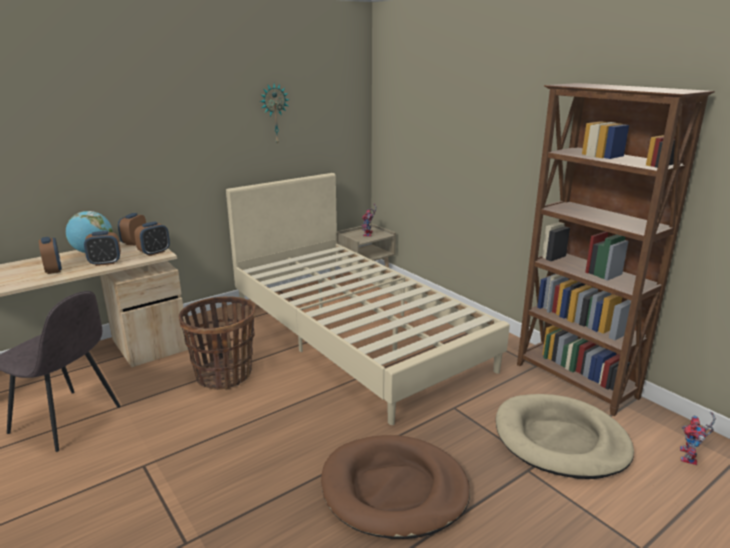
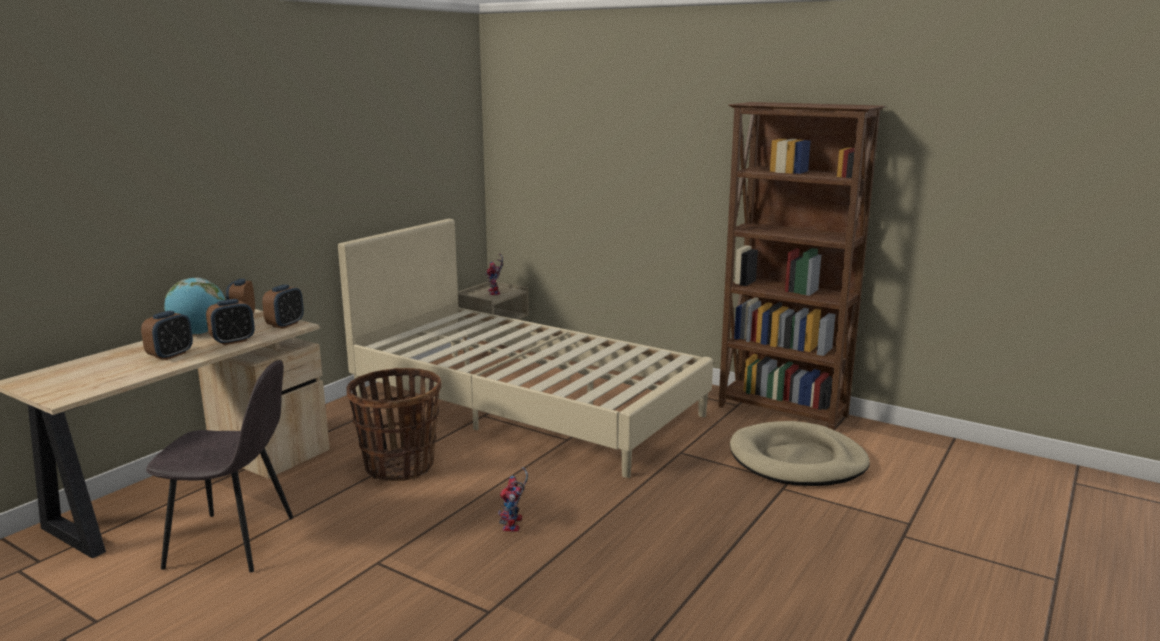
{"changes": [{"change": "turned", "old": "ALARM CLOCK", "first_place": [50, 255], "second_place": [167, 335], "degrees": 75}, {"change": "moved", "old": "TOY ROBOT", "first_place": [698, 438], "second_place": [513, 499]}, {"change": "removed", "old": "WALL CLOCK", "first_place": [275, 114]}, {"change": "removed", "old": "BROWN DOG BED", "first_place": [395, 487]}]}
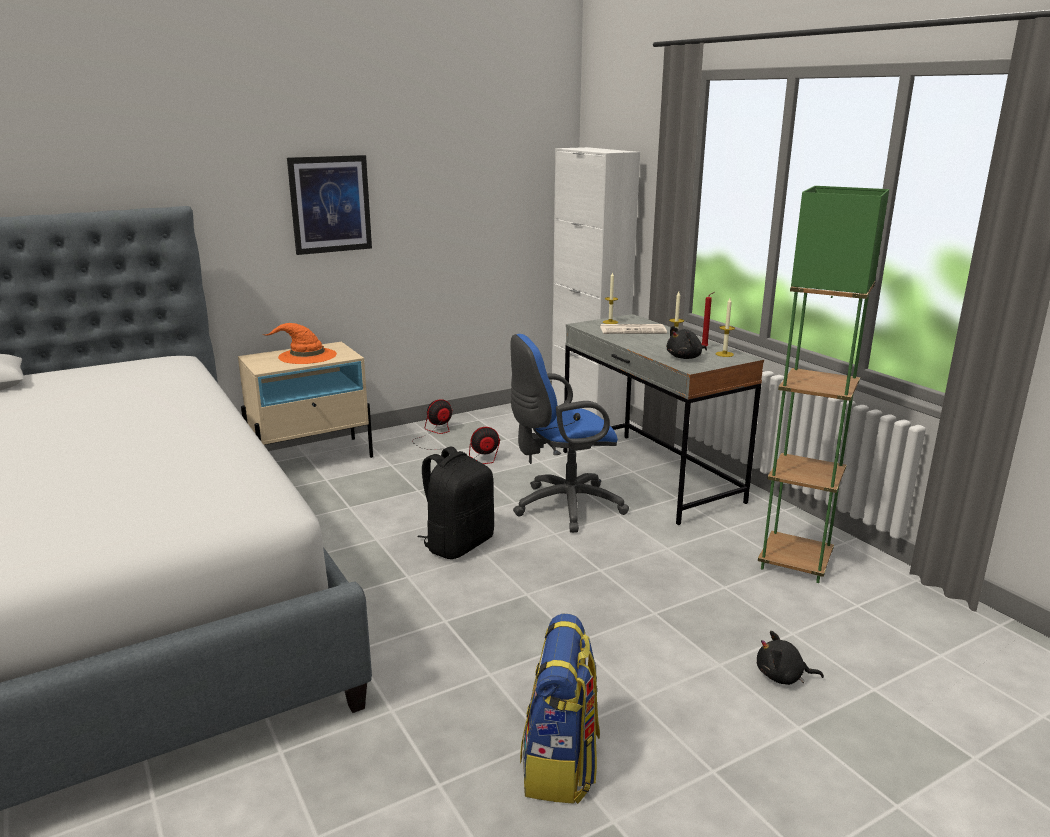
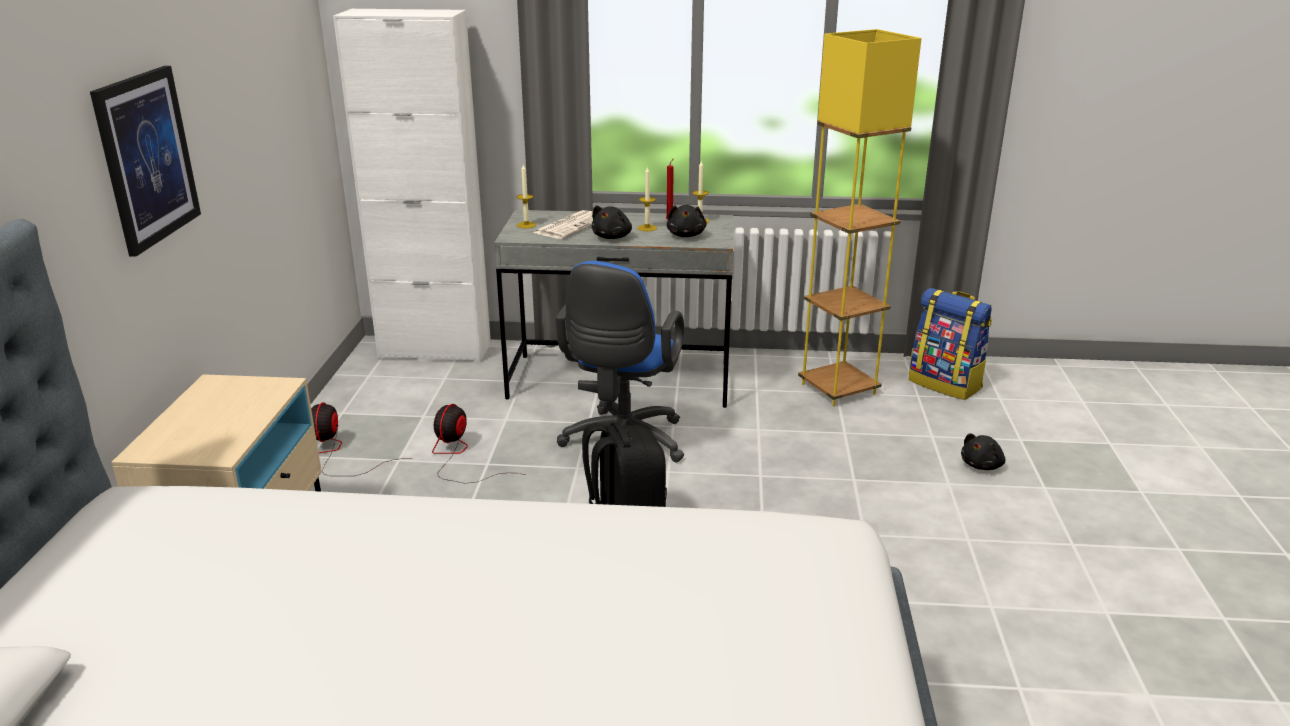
{"changes": [{"change": "added", "new": "BLACK PLUSH TOY", "second_place": [612, 222]}, {"change": "recoloured", "old": "GREEN FLOOR LAMP", "new": "YELLOW FLOOR LAMP", "first_place": [823, 384], "second_place": [860, 217]}, {"change": "moved", "old": "BACKPACK", "first_place": [560, 708], "second_place": [950, 344]}, {"change": "removed", "old": "ORANGE HAT", "first_place": [299, 343]}]}
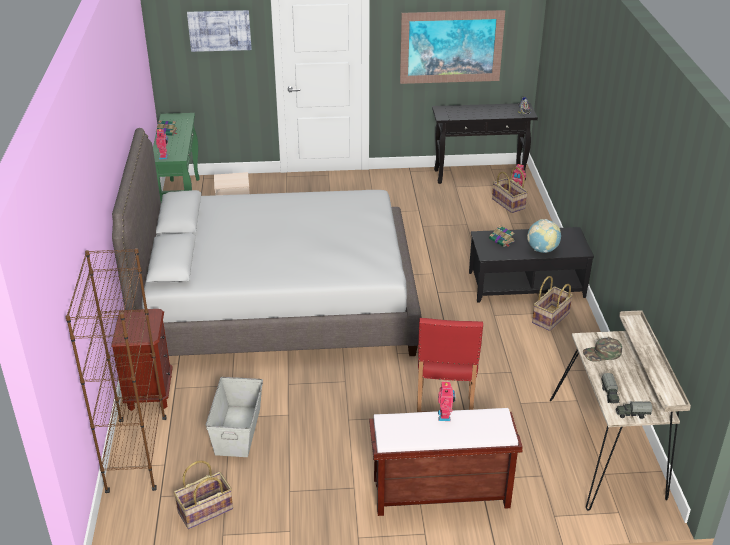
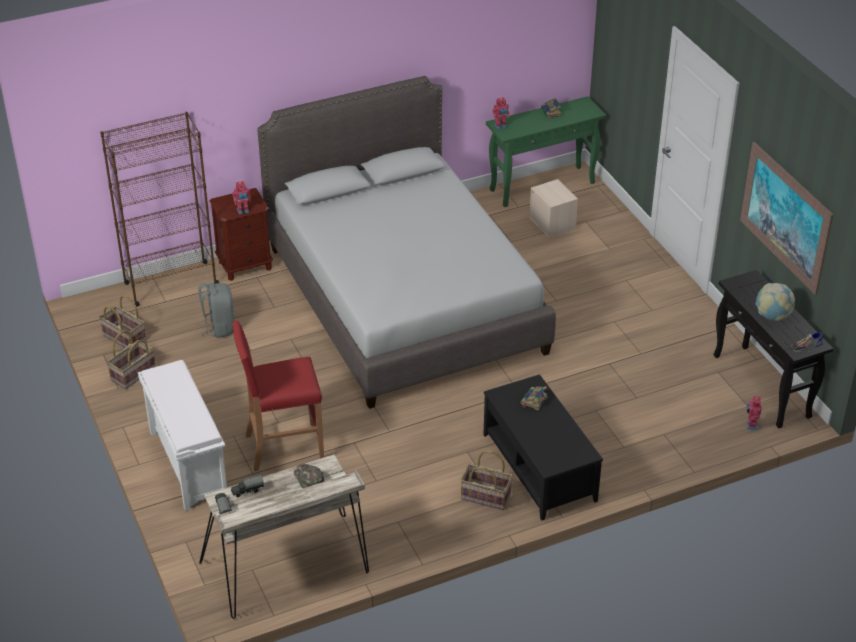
{"changes": [{"change": "moved", "old": "BASKET", "first_place": [510, 190], "second_place": [131, 360]}, {"change": "recoloured", "old": "BROWN BENCH", "new": "WHITE BENCH", "first_place": [446, 462], "second_place": [182, 435]}, {"change": "replaced", "old": "GREY STORAGE BOX", "new": "GREY BACKPACK", "first_place": [234, 417], "second_place": [215, 310]}, {"change": "moved", "old": "TOY ROBOT", "first_place": [447, 401], "second_place": [241, 197]}, {"change": "moved", "old": "GLOBE", "first_place": [544, 236], "second_place": [775, 302]}, {"change": "removed", "old": "PICTURE", "first_place": [219, 31]}]}
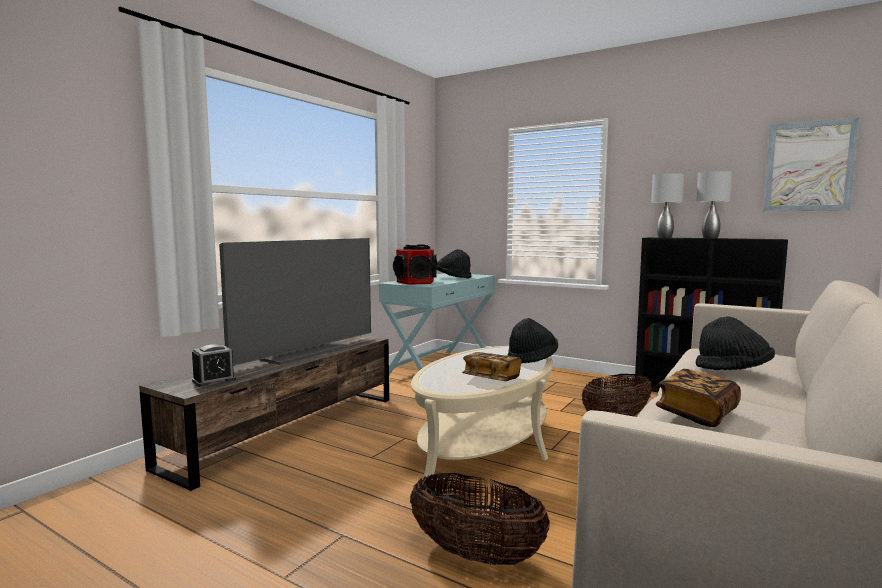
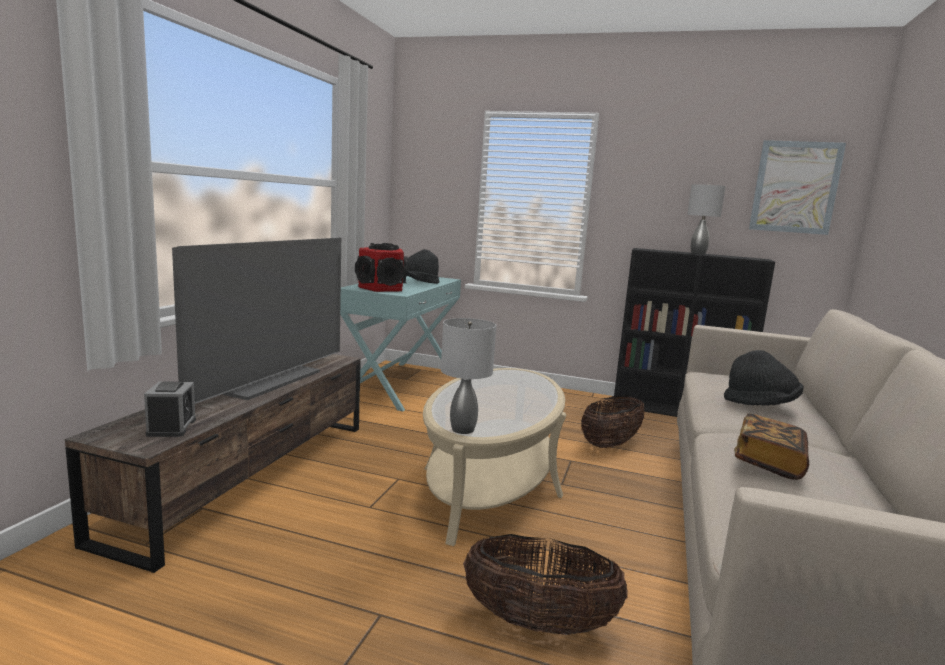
{"changes": [{"change": "turned", "old": "ALARM CLOCK", "first_place": [214, 365], "second_place": [170, 409], "degrees": -45}, {"change": "moved", "old": "GREY TABLE LAMP", "first_place": [667, 205], "second_place": [468, 376]}, {"change": "removed", "old": "BOOK", "first_place": [491, 366]}, {"change": "removed", "old": "BLACK HAT", "first_place": [532, 340]}]}
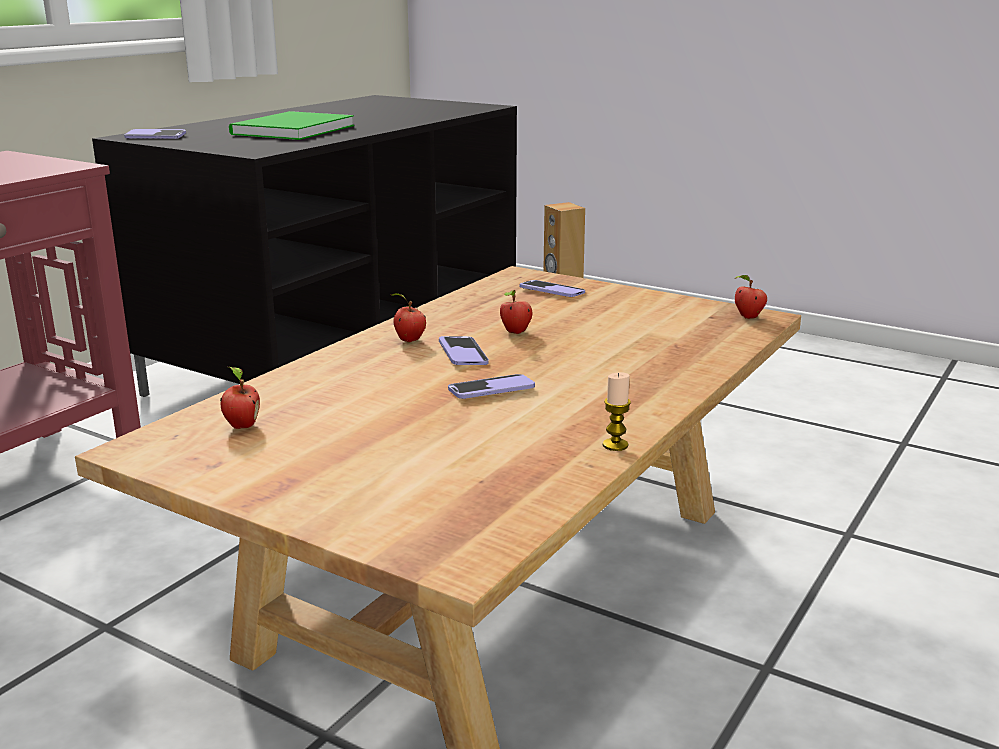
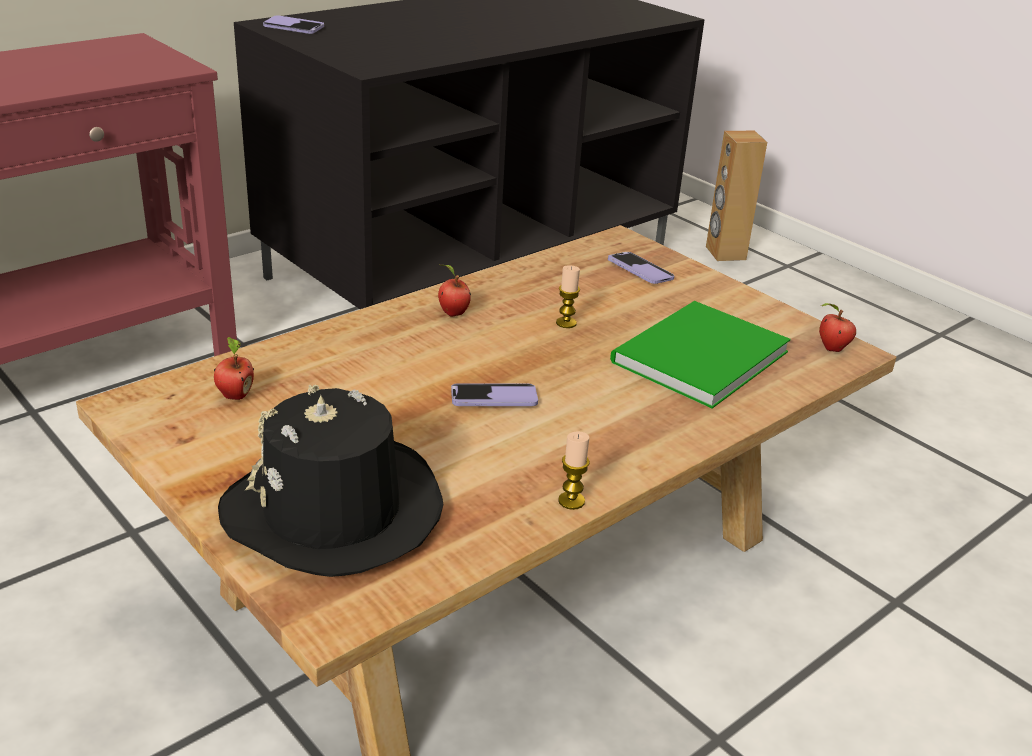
{"changes": [{"change": "added", "new": "BLACK HAT", "second_place": [330, 480]}, {"change": "replaced", "old": "APPLE", "new": "CANDLE", "first_place": [516, 312], "second_place": [568, 296]}, {"change": "moved", "old": "GREEN BOOK", "first_place": [291, 125], "second_place": [700, 354]}, {"change": "removed", "old": "PHONE", "first_place": [464, 350]}]}
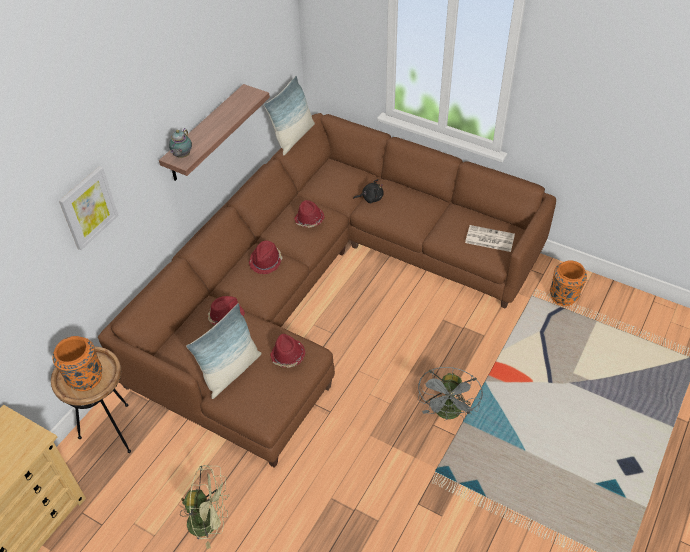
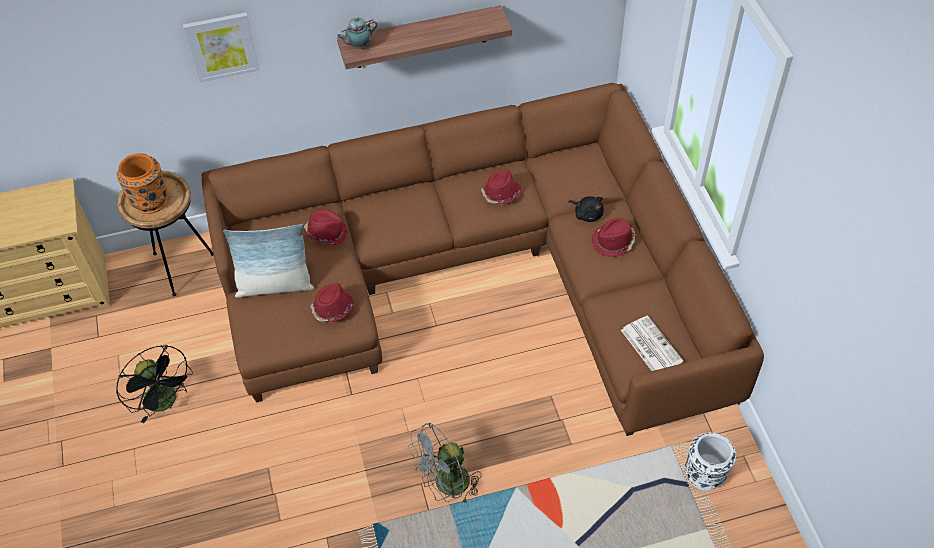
{"changes": [{"change": "recoloured", "old": "GREEN FAN", "new": "BLACK FAN", "first_place": [205, 507], "second_place": [154, 384]}, {"change": "moved", "old": "RED HAT", "first_place": [266, 257], "second_place": [613, 237]}, {"change": "recoloured", "old": "ORANGE VASE", "new": "WHITE VASE", "first_place": [568, 283], "second_place": [710, 462]}, {"change": "removed", "old": "PILLOW", "first_place": [289, 115]}]}
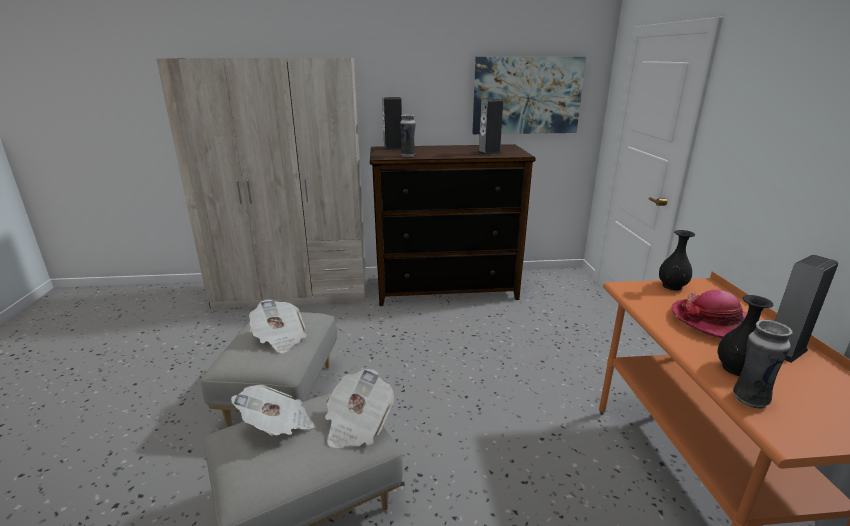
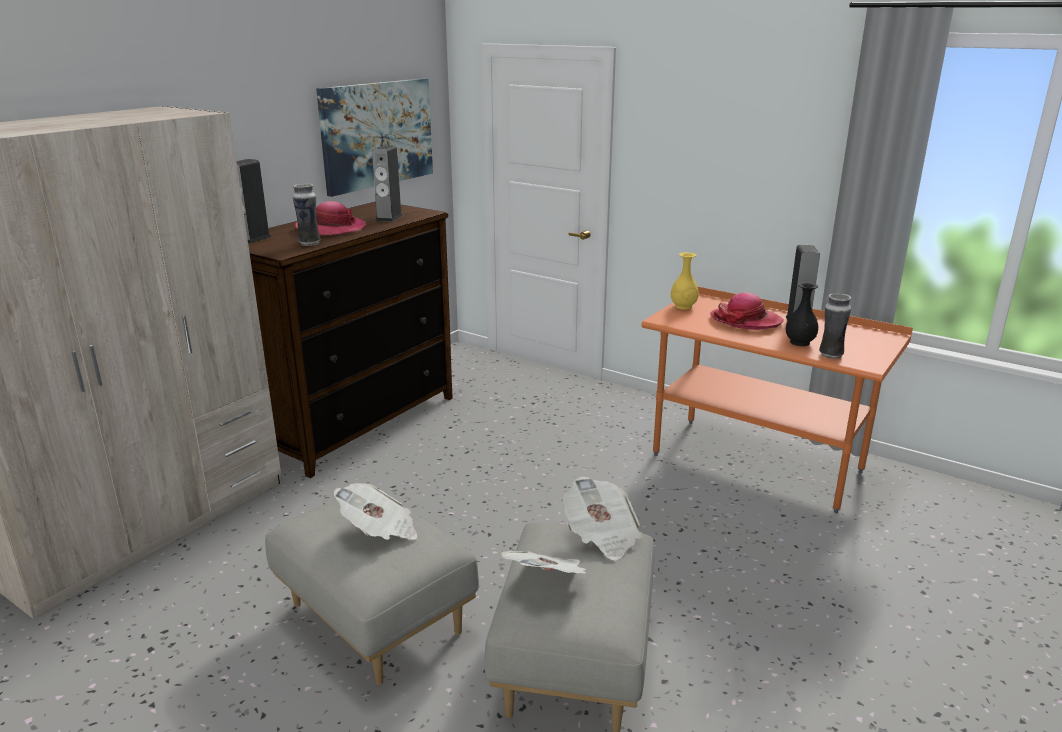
{"changes": [{"change": "added", "new": "HAT", "second_place": [330, 218]}, {"change": "recoloured", "old": "BLACK VASE", "new": "YELLOW VASE", "first_place": [677, 260], "second_place": [685, 281]}]}
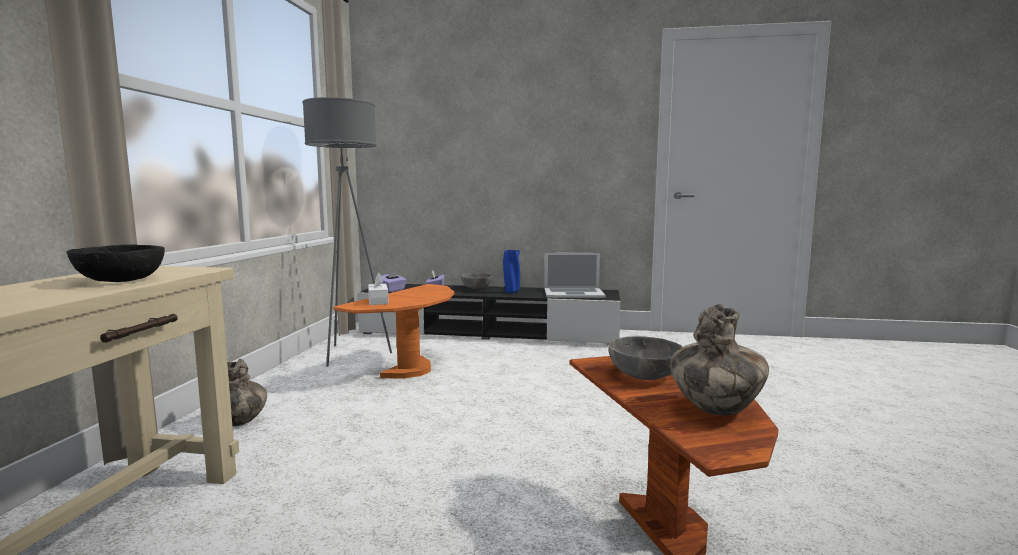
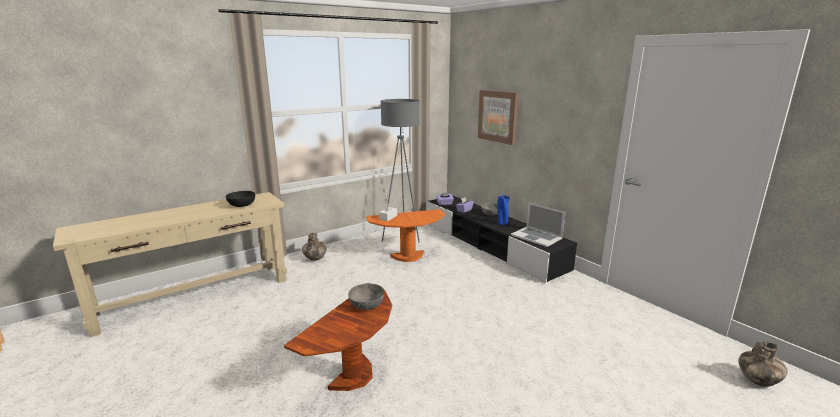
{"changes": [{"change": "added", "new": "PICTURE", "second_place": [498, 117]}, {"change": "moved", "old": "VASE", "first_place": [719, 360], "second_place": [763, 364]}]}
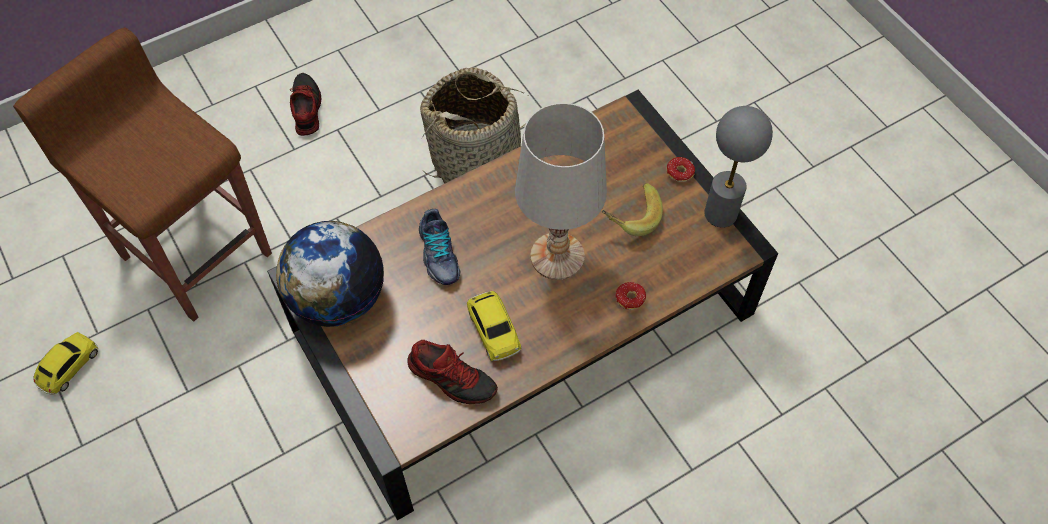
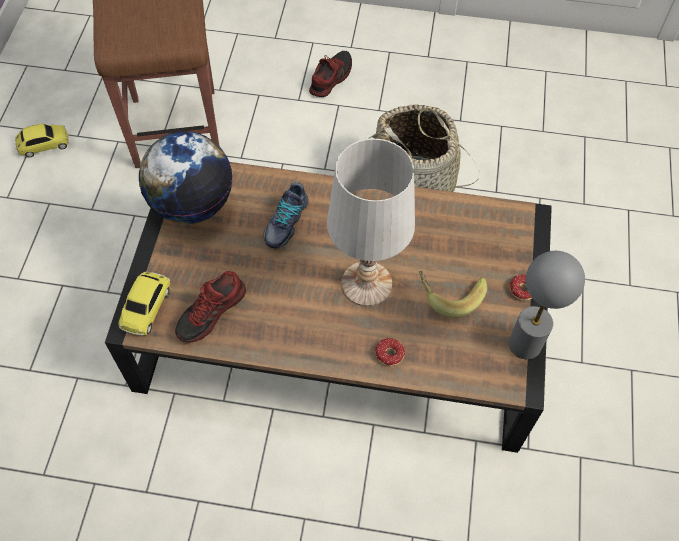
{"changes": [{"change": "moved", "old": "TOY CAR", "first_place": [494, 326], "second_place": [144, 303]}, {"change": "turned", "old": "SHOE", "first_place": [452, 372], "second_place": [210, 307], "degrees": 60}]}
